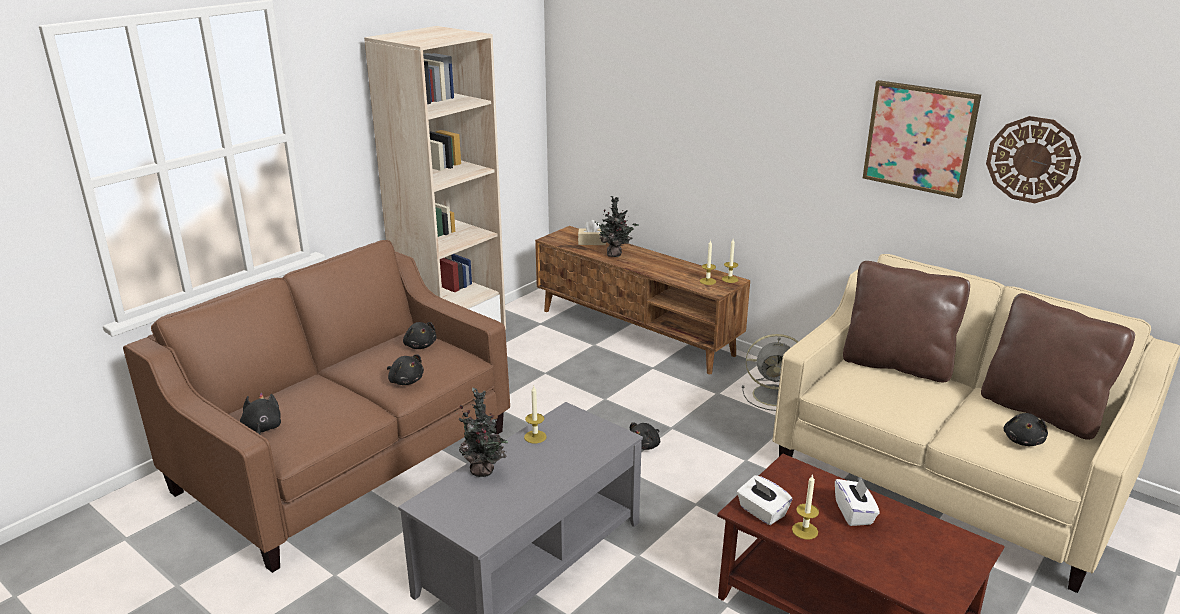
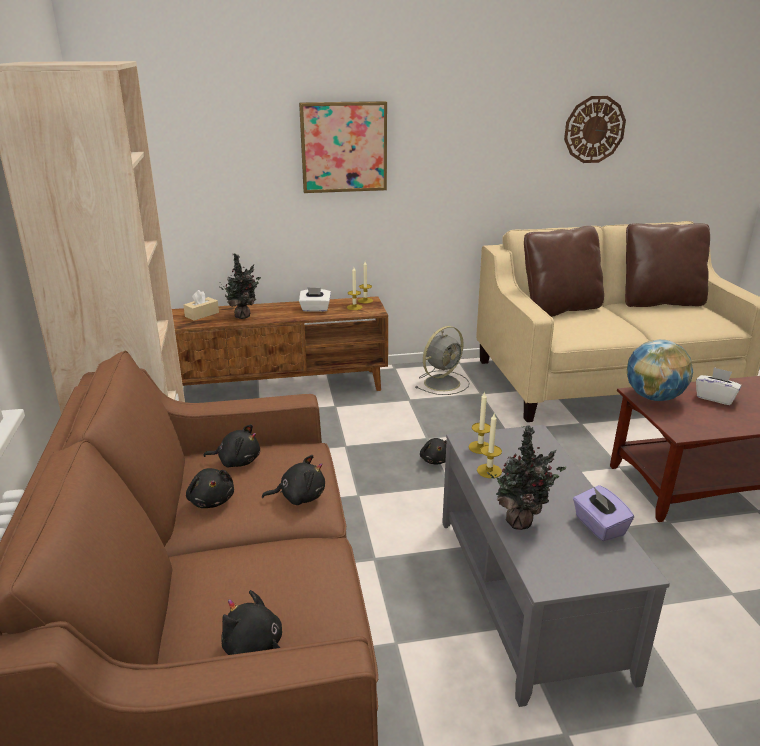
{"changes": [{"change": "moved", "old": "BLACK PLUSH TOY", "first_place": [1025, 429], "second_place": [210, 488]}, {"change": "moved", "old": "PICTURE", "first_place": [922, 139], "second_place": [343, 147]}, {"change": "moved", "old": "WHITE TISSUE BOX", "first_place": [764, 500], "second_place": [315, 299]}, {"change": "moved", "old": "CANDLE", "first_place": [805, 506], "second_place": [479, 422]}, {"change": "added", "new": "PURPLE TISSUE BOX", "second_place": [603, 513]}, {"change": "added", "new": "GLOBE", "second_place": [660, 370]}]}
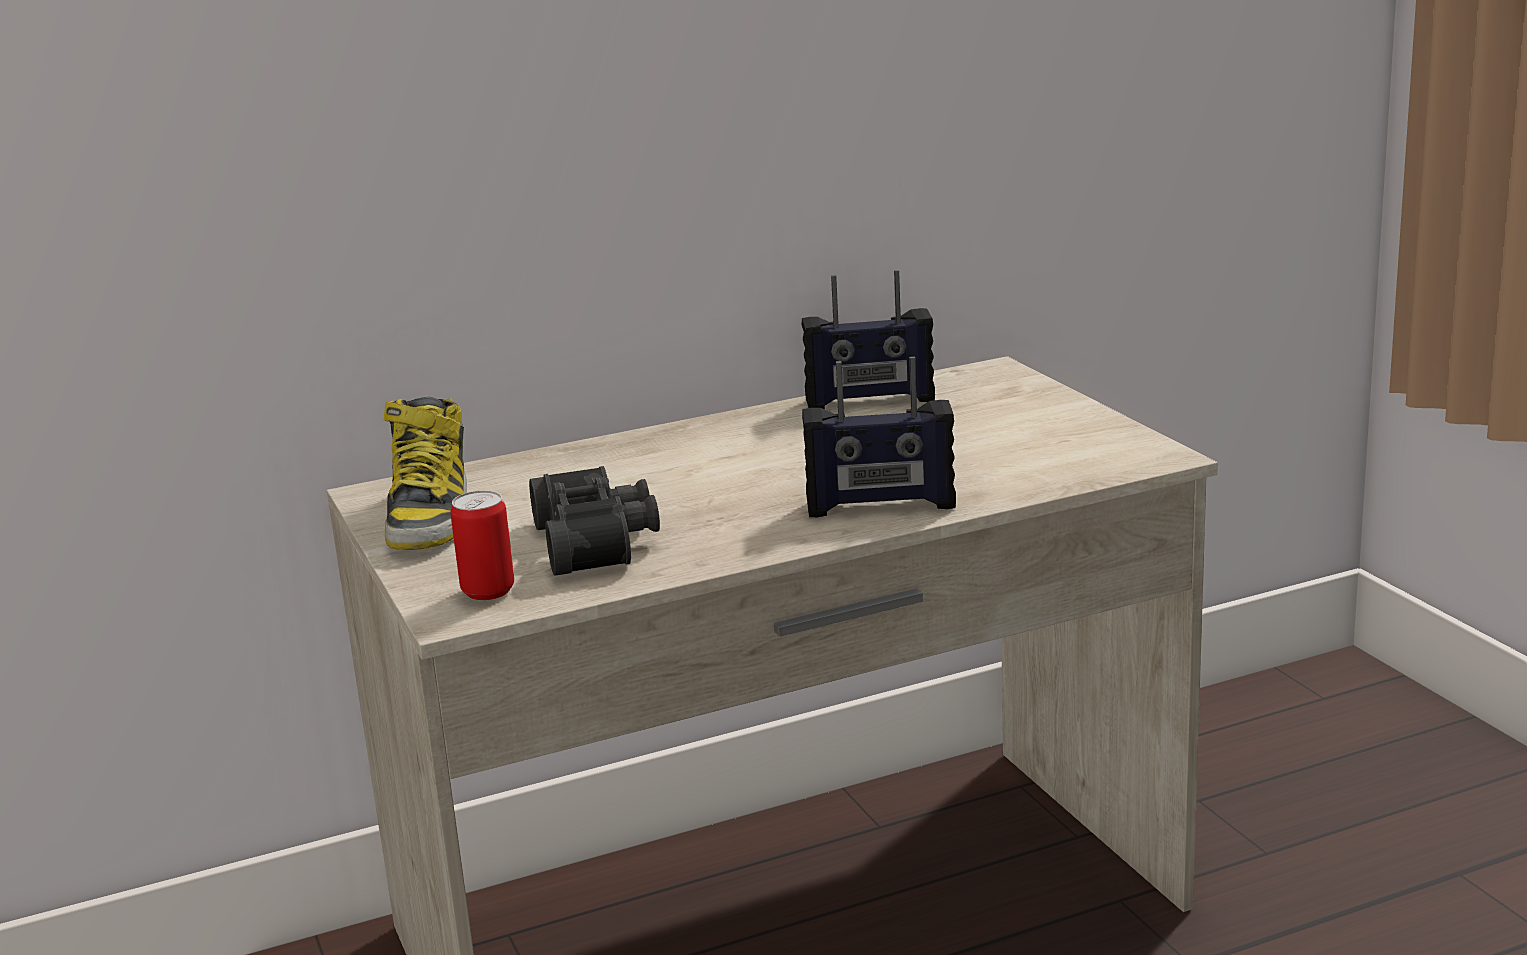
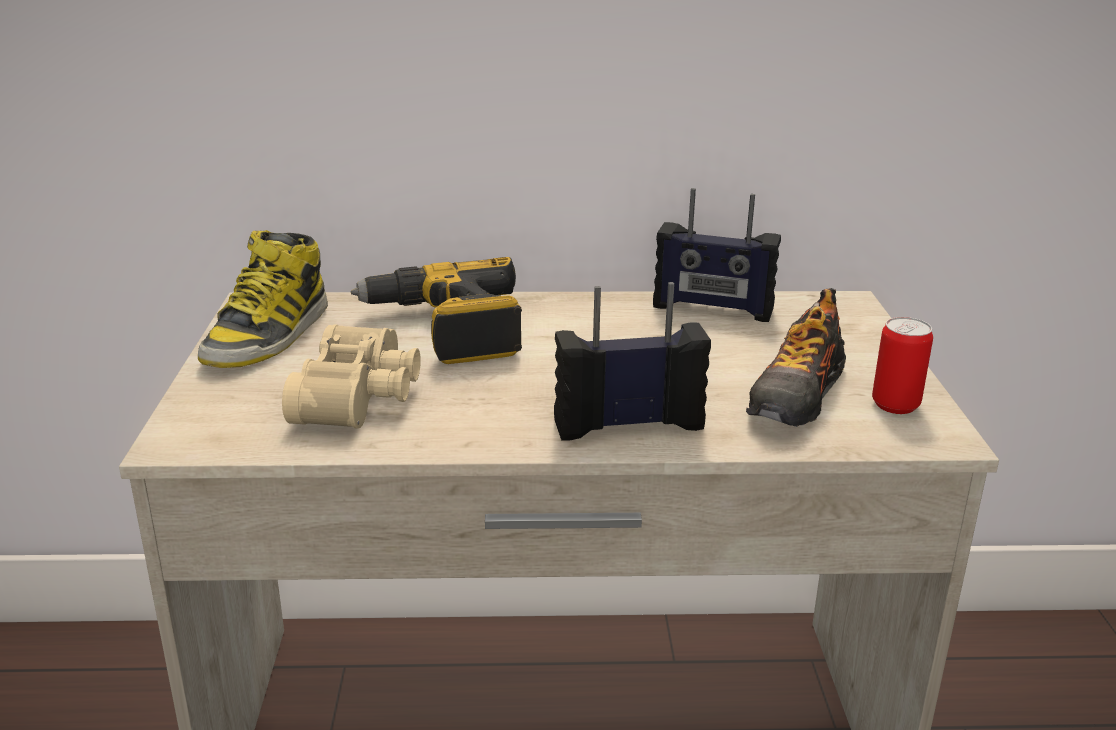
{"changes": [{"change": "recoloured", "old": "BLACK BINOCULARS", "new": "BEIGE BINOCULARS", "first_place": [594, 521], "second_place": [351, 377]}, {"change": "added", "new": "POWER DRILL", "second_place": [436, 310]}, {"change": "turned", "old": "RADIO", "first_place": [879, 436], "second_place": [632, 361], "degrees": 150}, {"change": "added", "new": "SHOE", "second_place": [796, 357]}, {"change": "moved", "old": "CAN", "first_place": [482, 545], "second_place": [902, 365]}]}
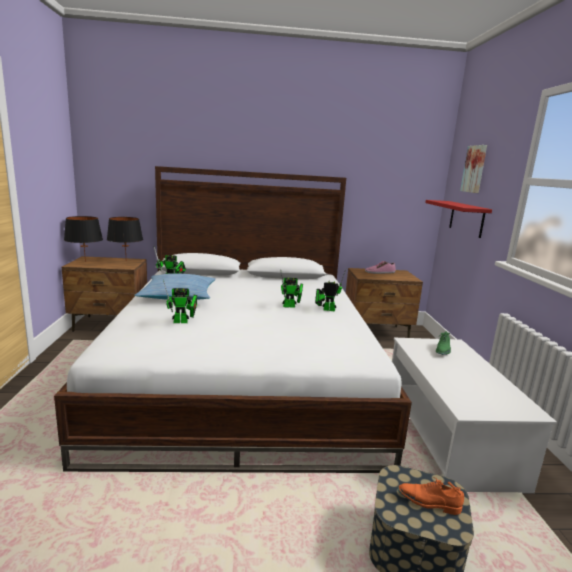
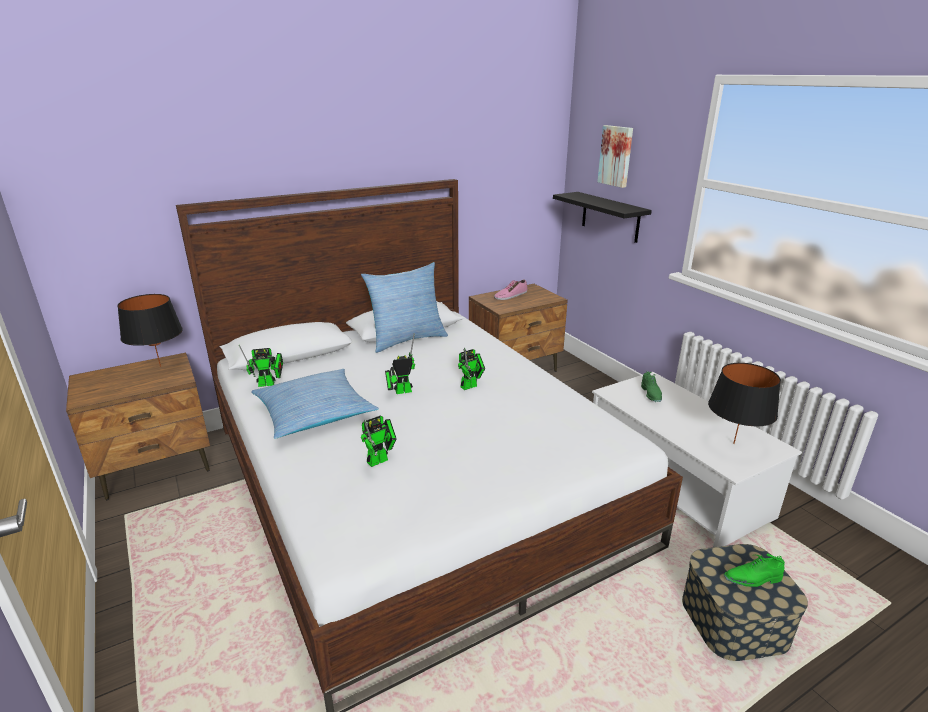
{"changes": [{"change": "added", "new": "PILLOW", "second_place": [404, 307]}, {"change": "moved", "old": "TOY ROBOT", "first_place": [330, 290], "second_place": [400, 363]}, {"change": "recoloured", "old": "RED SHELF", "new": "BLACK SHELF", "first_place": [458, 219], "second_place": [602, 217]}, {"change": "moved", "old": "BLACK TABLE LAMP", "first_place": [83, 239], "second_place": [744, 403]}, {"change": "recoloured", "old": "ORANGE SHOE", "new": "GREEN SHOE", "first_place": [431, 496], "second_place": [754, 570]}]}
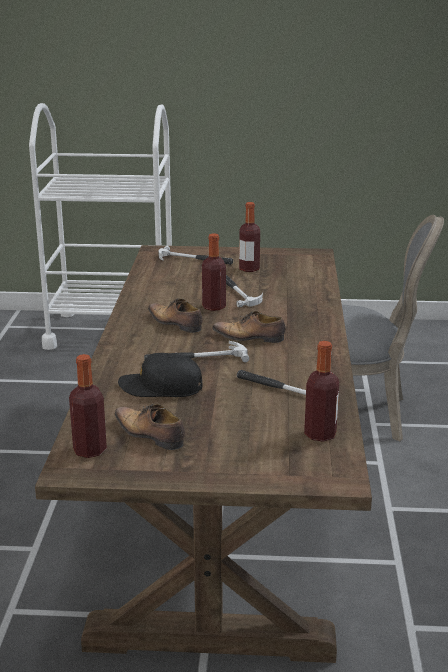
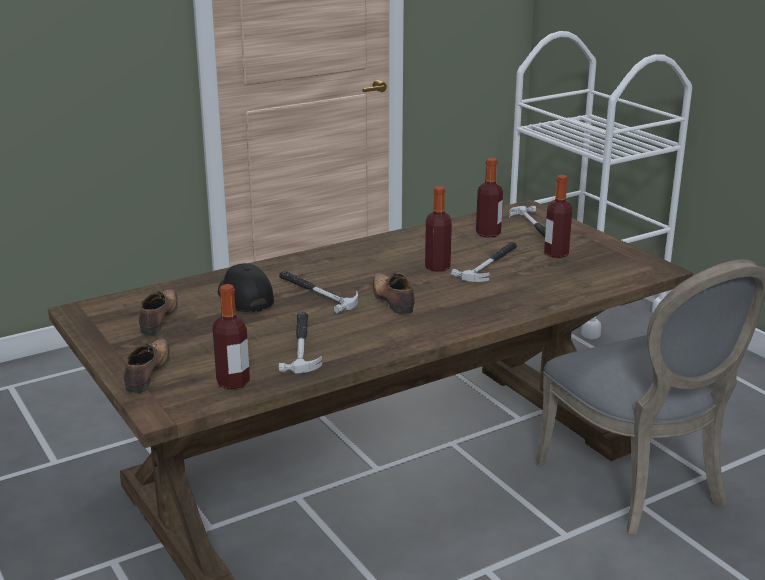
{"changes": [{"change": "moved", "old": "SHOE", "first_place": [175, 315], "second_place": [147, 366]}, {"change": "moved", "old": "BOTTLE", "first_place": [88, 406], "second_place": [489, 198]}]}
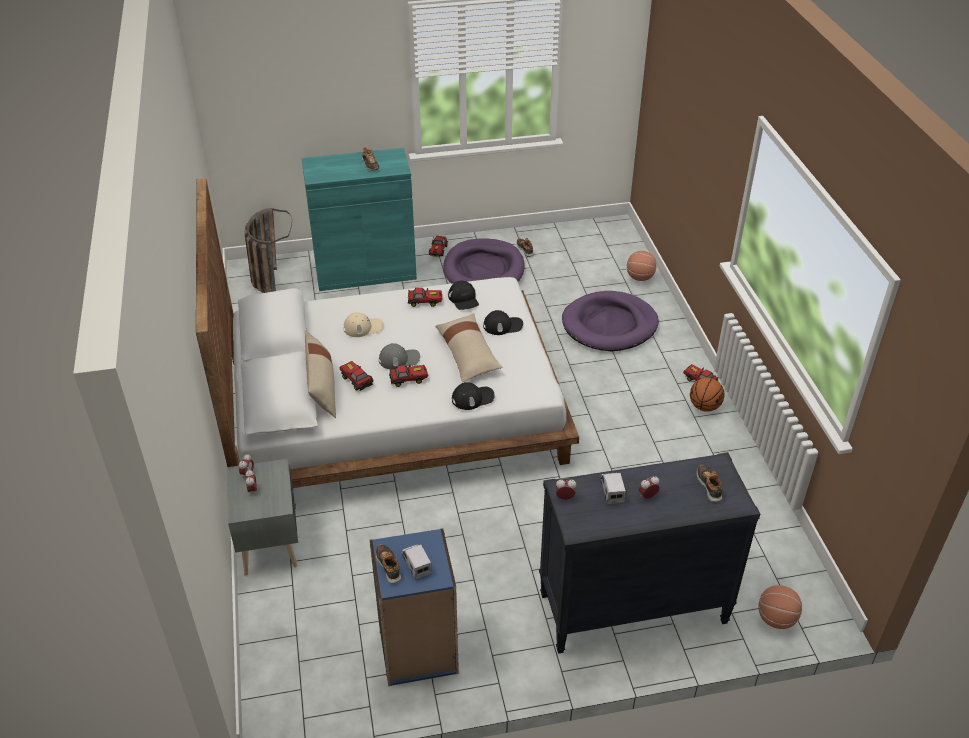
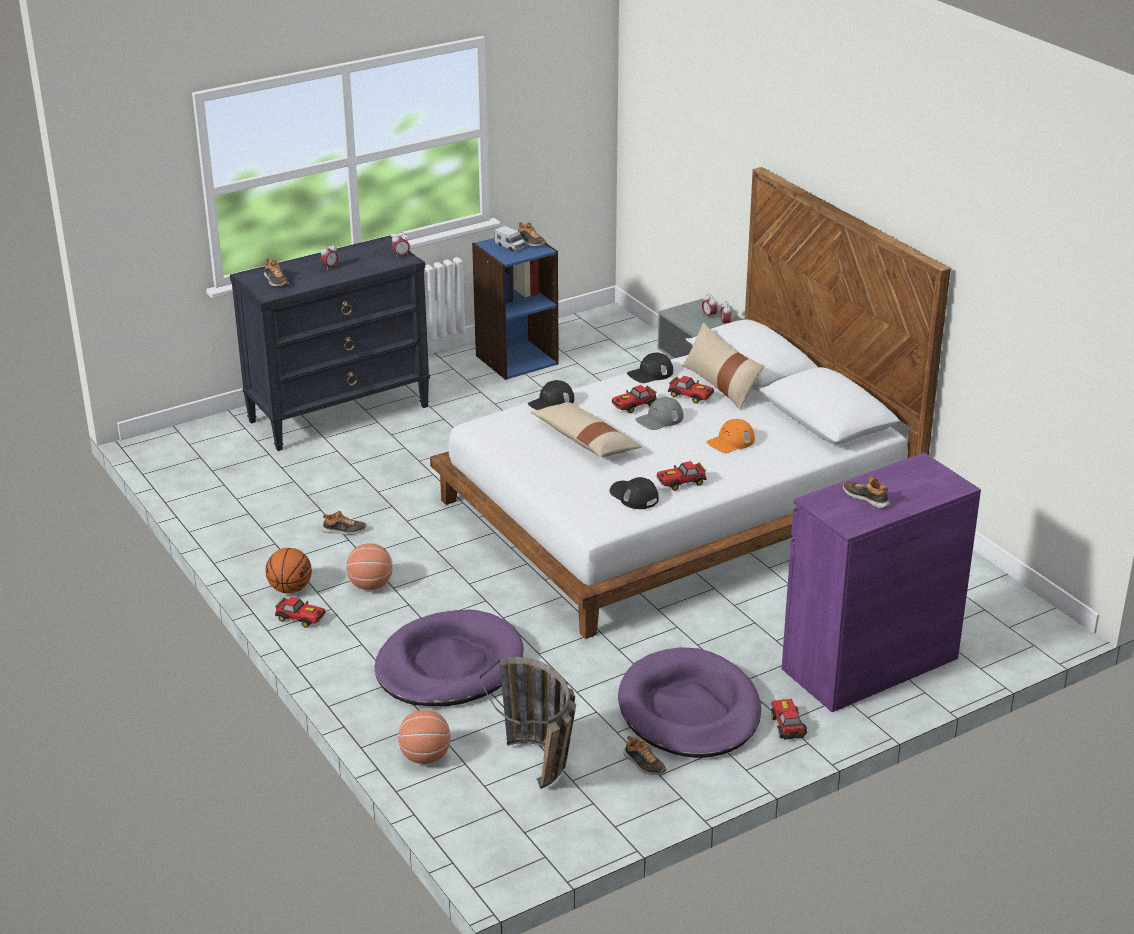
{"changes": [{"change": "added", "new": "SHOE", "second_place": [344, 523]}, {"change": "moved", "old": "BASKETBALL", "first_place": [780, 607], "second_place": [369, 566]}, {"change": "moved", "old": "BASKET", "first_place": [268, 250], "second_place": [528, 723]}, {"change": "moved", "old": "BLACK CAP", "first_place": [503, 322], "second_place": [650, 368]}, {"change": "recoloured", "old": "BEIGE CAP", "new": "ORANGE CAP", "first_place": [363, 324], "second_place": [730, 436]}, {"change": "recoloured", "old": "TURQUOISE CABINET", "new": "PURPLE CABINET", "first_place": [359, 219], "second_place": [881, 582]}, {"change": "removed", "old": "TOY TRUCK", "first_place": [613, 488]}]}
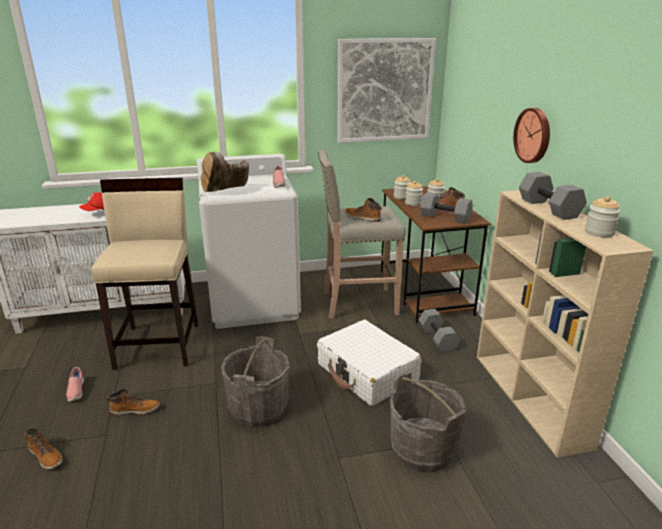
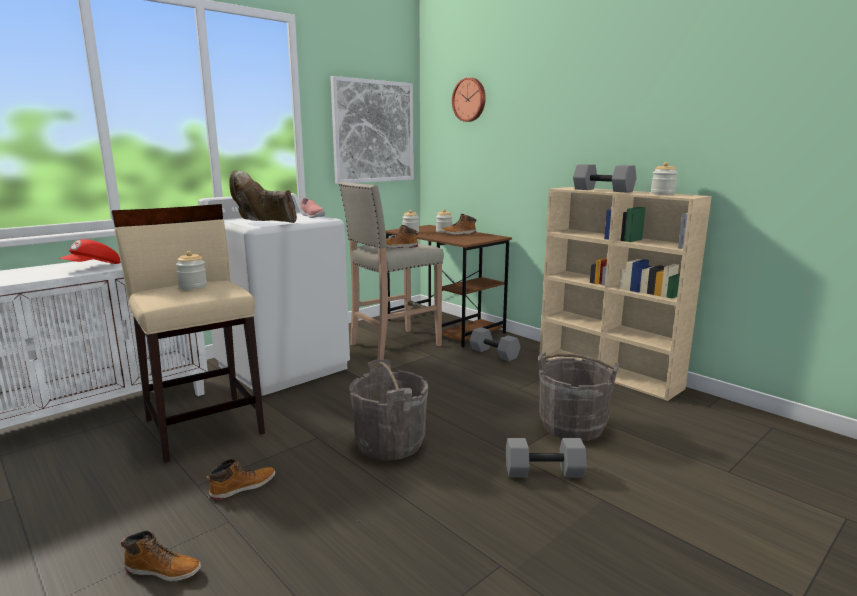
{"changes": [{"change": "moved", "old": "JAR", "first_place": [414, 193], "second_place": [191, 270]}, {"change": "turned", "old": "BROWN BOOT", "first_place": [225, 172], "second_place": [263, 196], "degrees": 75}, {"change": "moved", "old": "WALL CLOCK", "first_place": [531, 135], "second_place": [469, 99]}, {"change": "moved", "old": "GREY DUMBBELL", "first_place": [446, 208], "second_place": [546, 458]}, {"change": "removed", "old": "PINK SHOE", "first_place": [75, 384]}, {"change": "removed", "old": "WHITE SUITCASE", "first_place": [369, 363]}]}
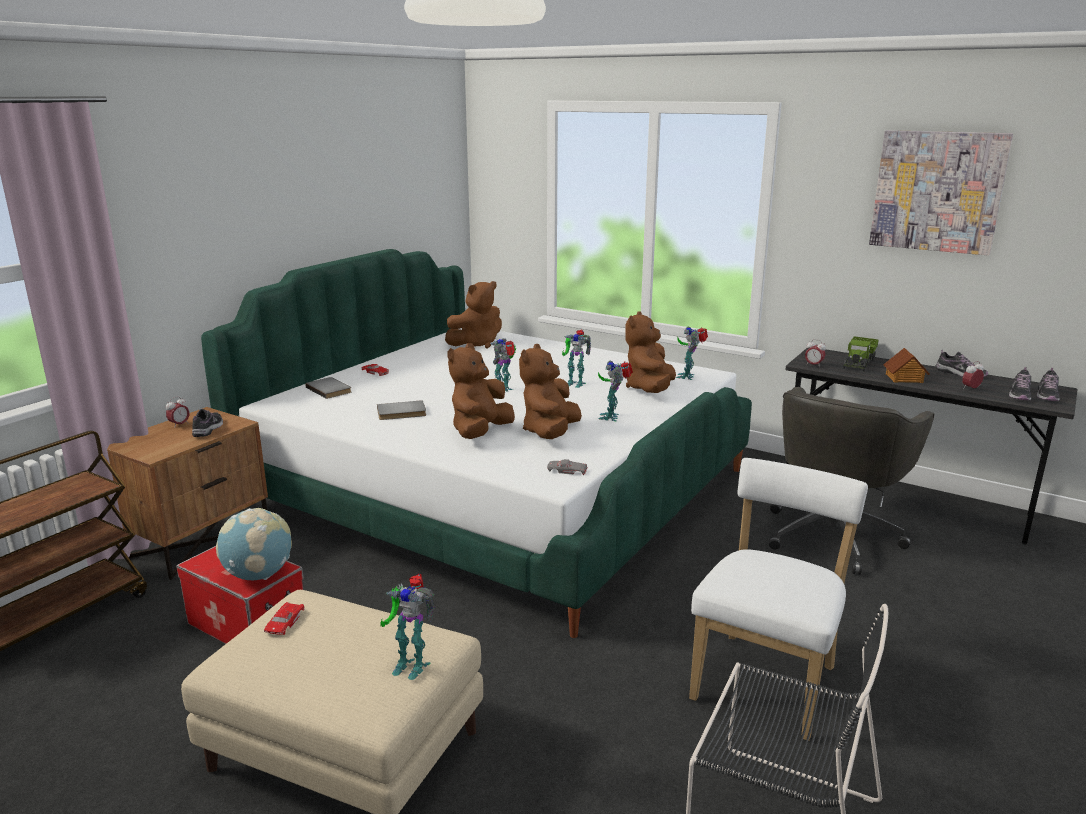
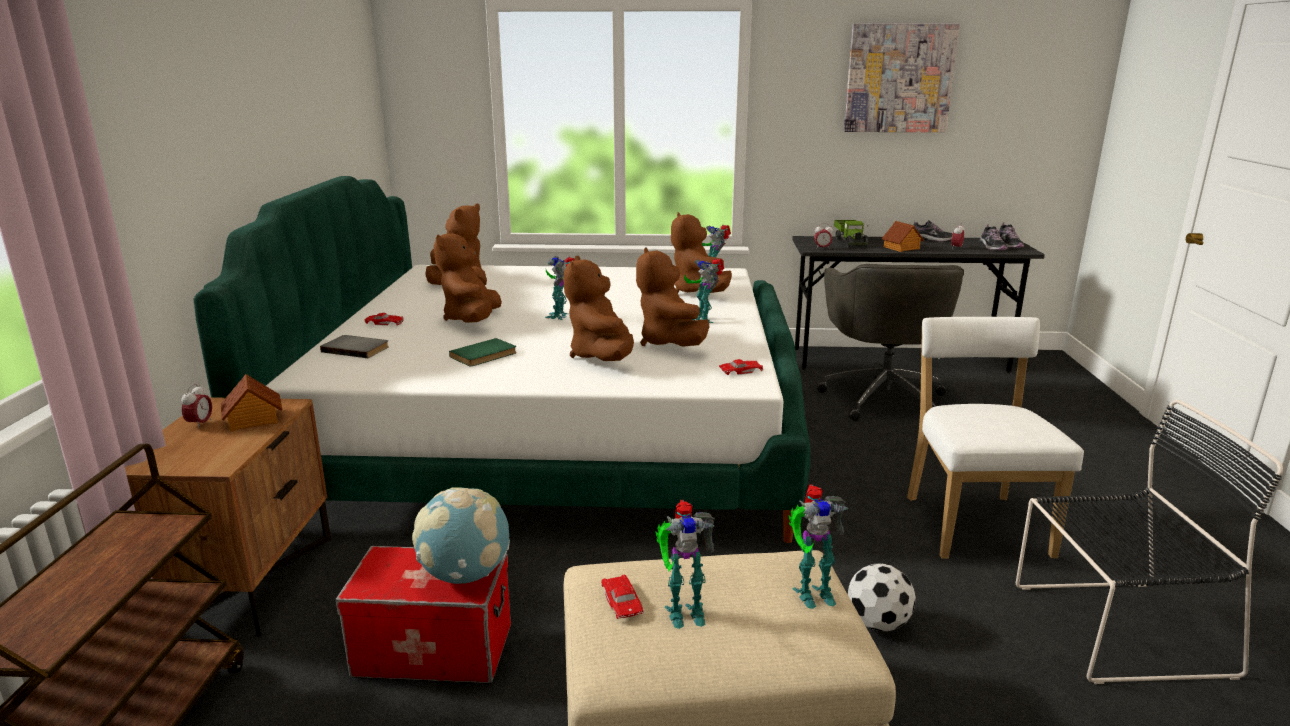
{"changes": [{"change": "replaced", "old": "SHOE", "new": "TOY HOUSE", "first_place": [207, 423], "second_place": [252, 402]}, {"change": "added", "new": "BROWN PLUSH TOY", "second_place": [468, 276]}, {"change": "recoloured", "old": "GREY BOOK", "new": "GREEN BOOK", "first_place": [401, 410], "second_place": [483, 352]}, {"change": "moved", "old": "TOY ROBOT", "first_place": [576, 359], "second_place": [685, 564]}, {"change": "recoloured", "old": "GREY TOY CAR", "new": "RED TOY CAR", "first_place": [567, 467], "second_place": [741, 367]}, {"change": "added", "new": "FOOTBALL", "second_place": [882, 597]}]}
